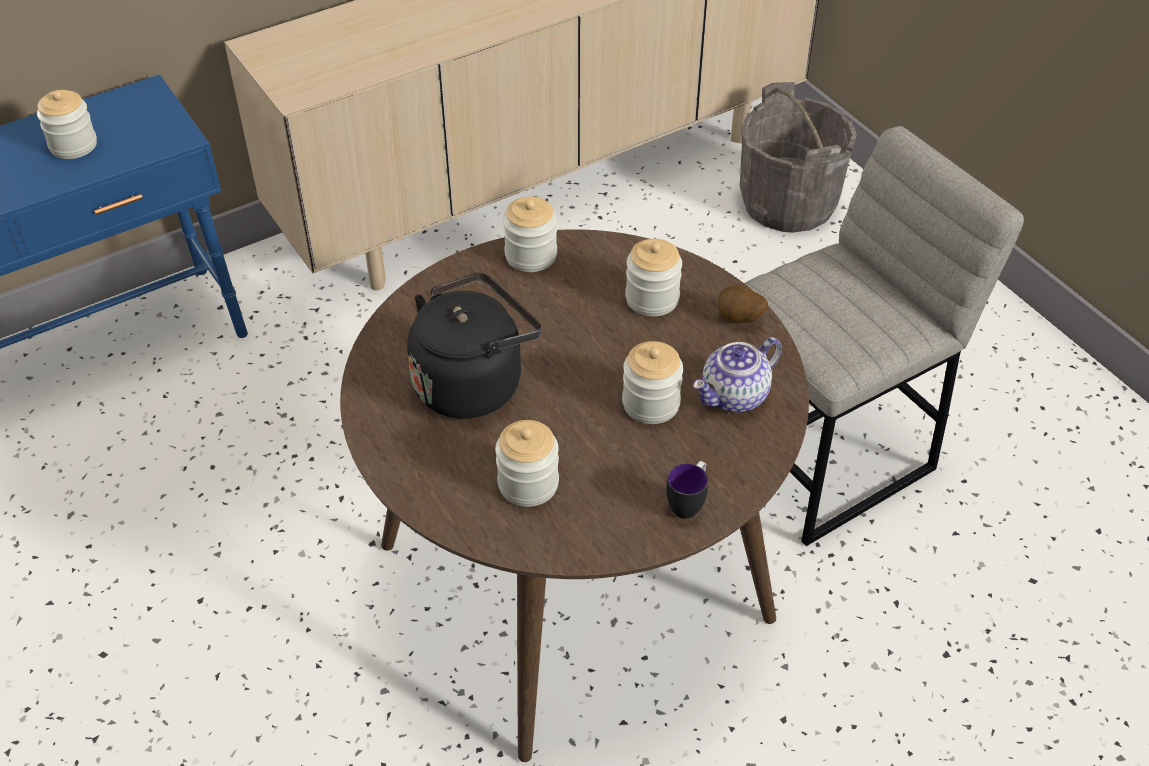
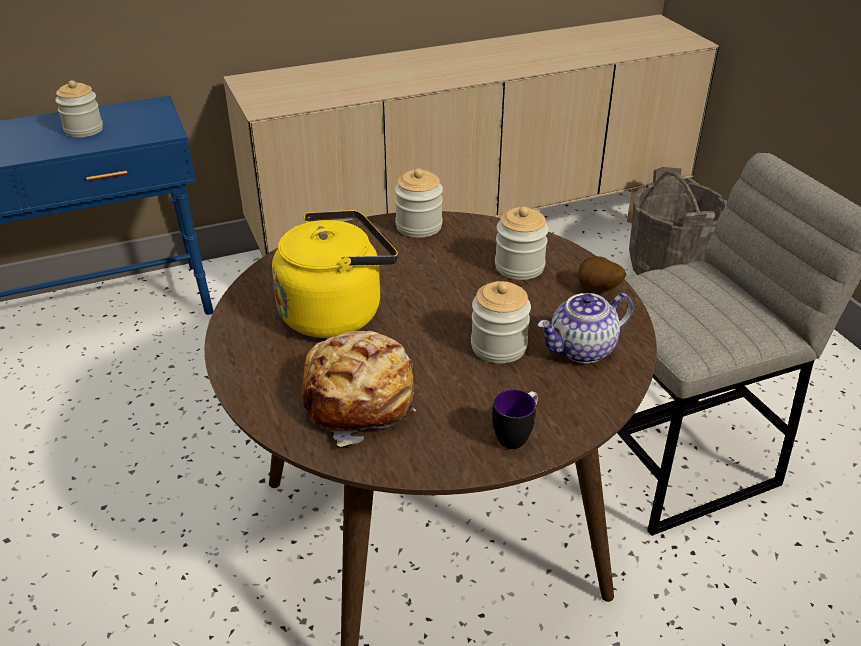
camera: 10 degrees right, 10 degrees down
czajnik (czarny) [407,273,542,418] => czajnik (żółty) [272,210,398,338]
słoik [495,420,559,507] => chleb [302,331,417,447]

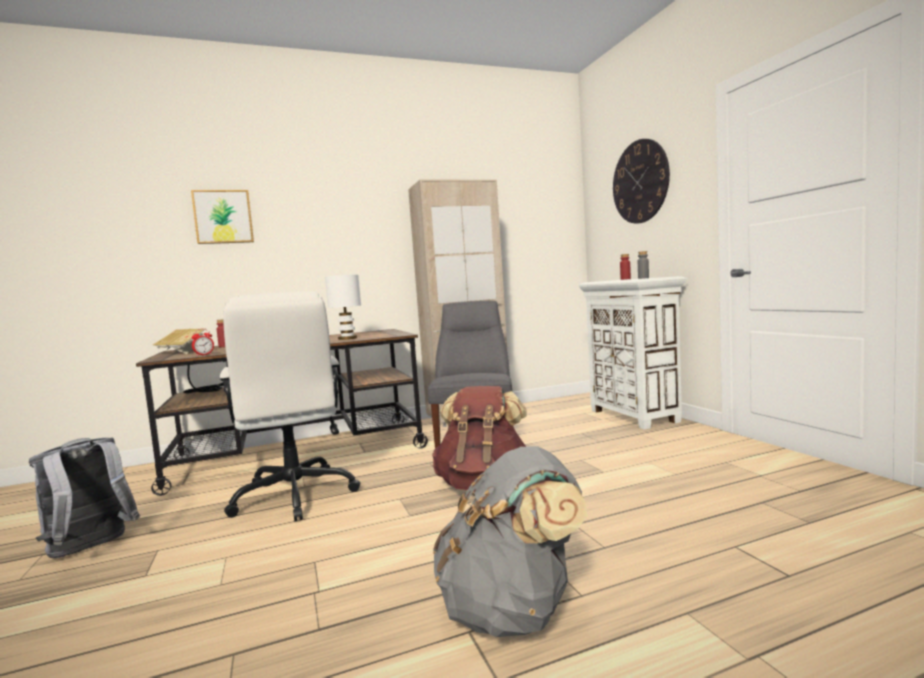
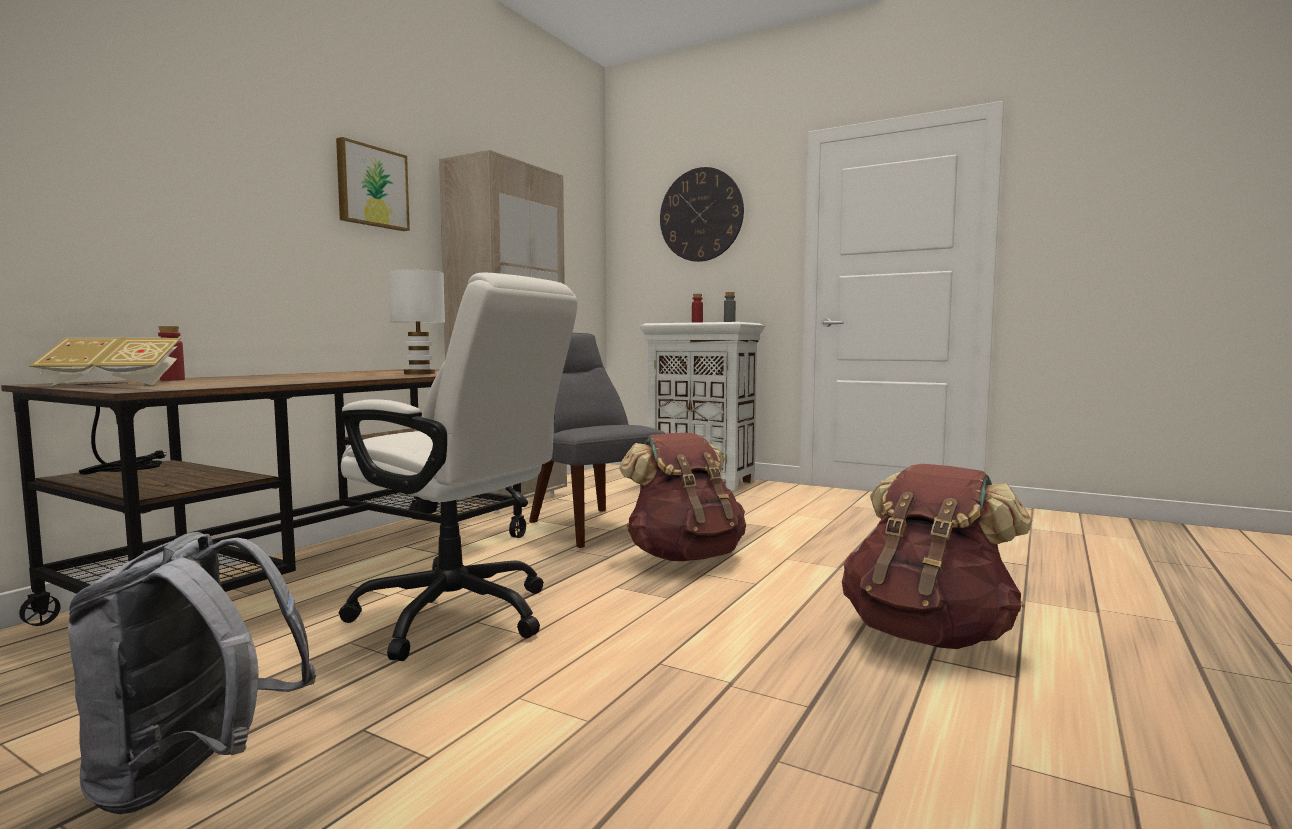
camera: 40 degrees left, 0 degrees up
obraz [191,190,254,244] => obraz [336,137,410,231], shifted
budzik [191,329,214,356] => nothing
plecak (szary) [433,446,588,637] => plecak (brązowy) [842,464,1032,649]

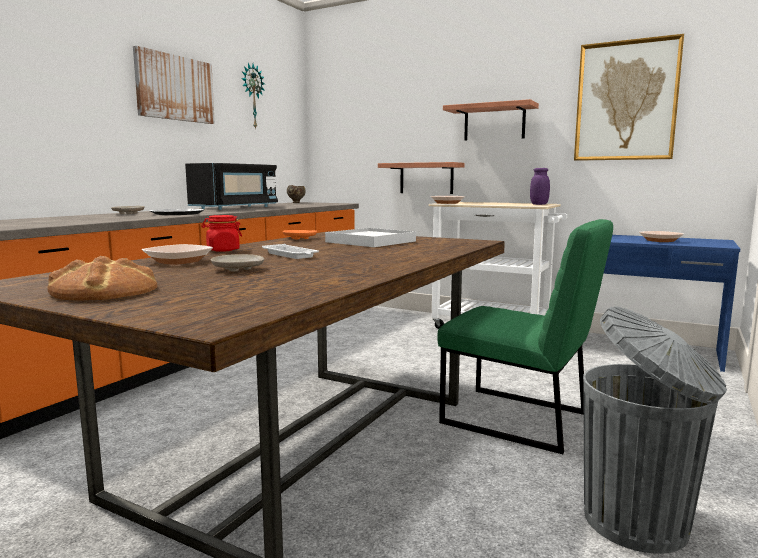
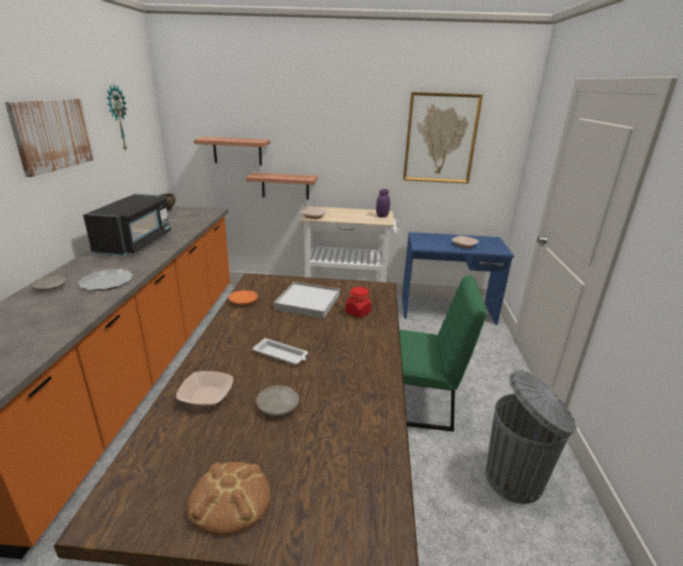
camera: 25 degrees left, 15 degrees up
słoik (czerwony) [201,215,242,252] => słoik (czerwony) [345,287,372,317], shifted
półka [443,99,539,141] => półka [194,137,270,165], shifted

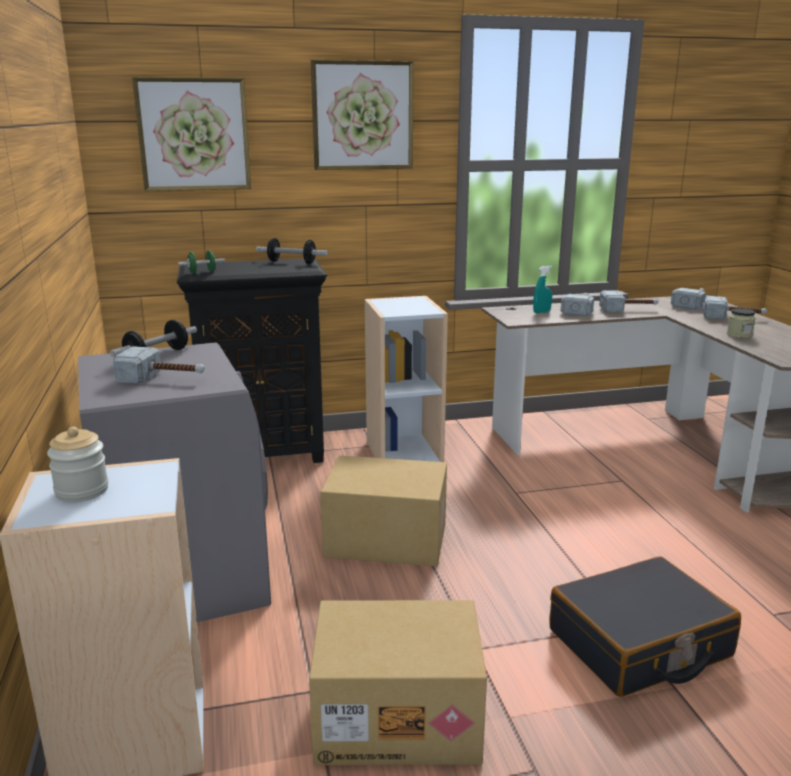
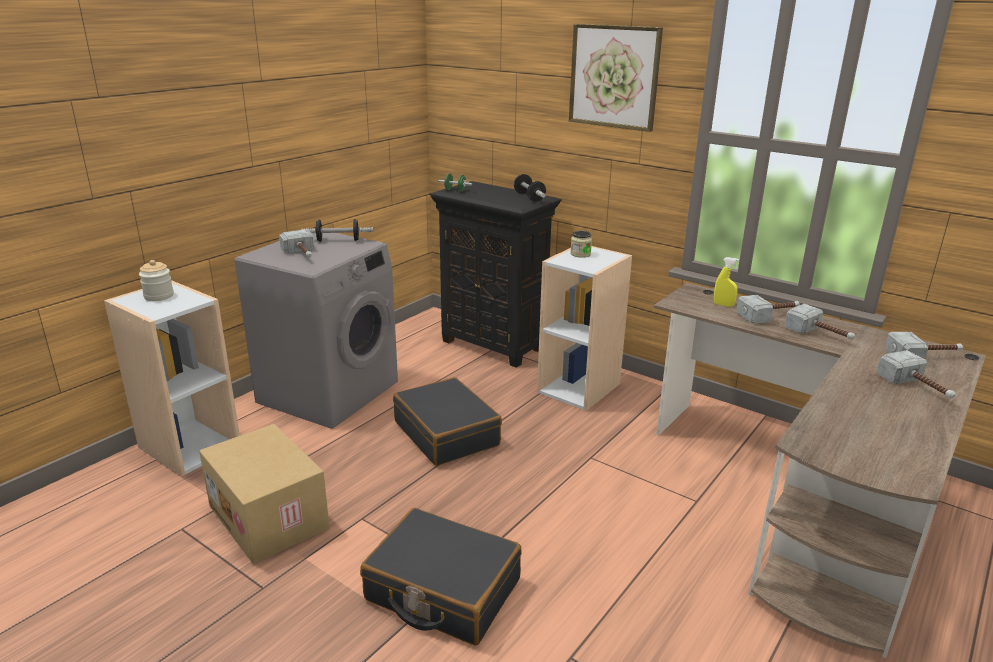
camera: 50 degrees right, 5 degrees up
obraz [132,77,251,191] => nothing
karton [320,455,447,567] => walizka (czarny) [393,377,502,466]
spryskiwacz (turkusowy) [533,266,552,313] => spryskiwacz (żółty) [714,257,740,307]
słoik [727,308,756,339] => słoik [570,231,592,258], shifted

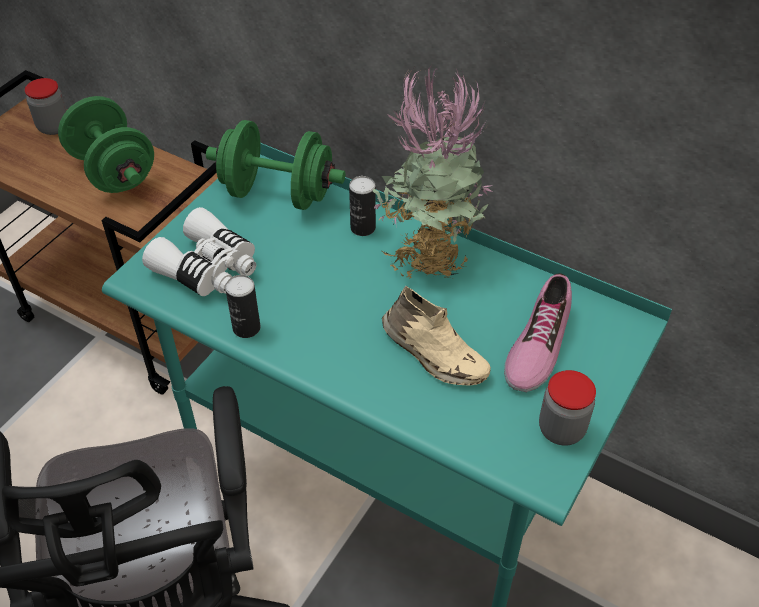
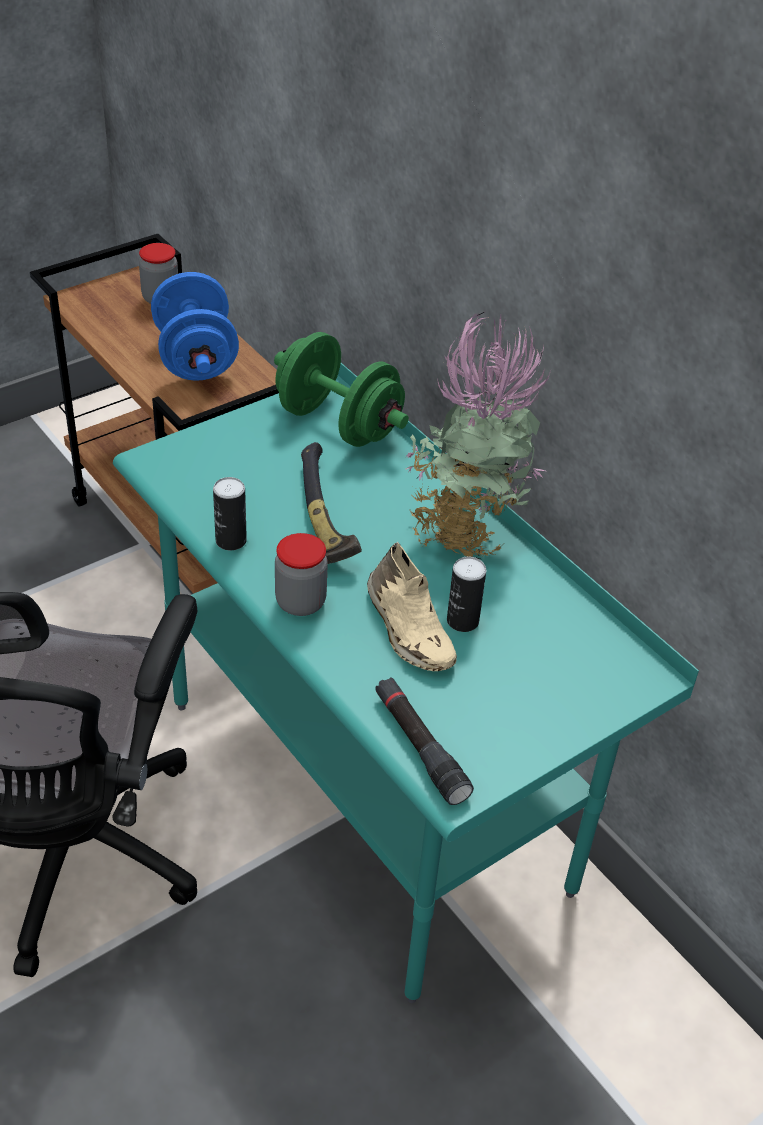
camera: 20 degrees right, 5 degrees down
hantel (zielony) [58,96,154,193] => hantel (niebieski) [151,272,239,381]
lornetka (biały) [142,207,256,296] => nothing
puszka [349,176,376,236] => puszka [447,556,487,632], shifted
but [504,273,572,392] => nothing
słoik [539,370,596,446] => słoik [275,533,328,616], shifted
nothing => młotek [301,442,362,564]
nothing => latarka (czarny) [375,677,474,805]

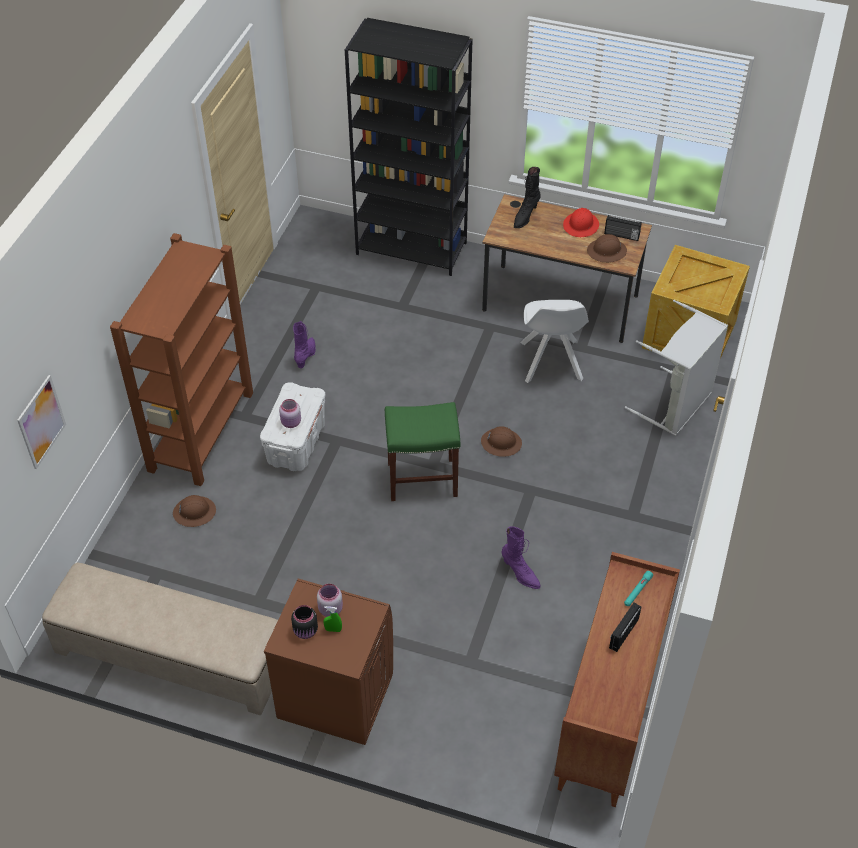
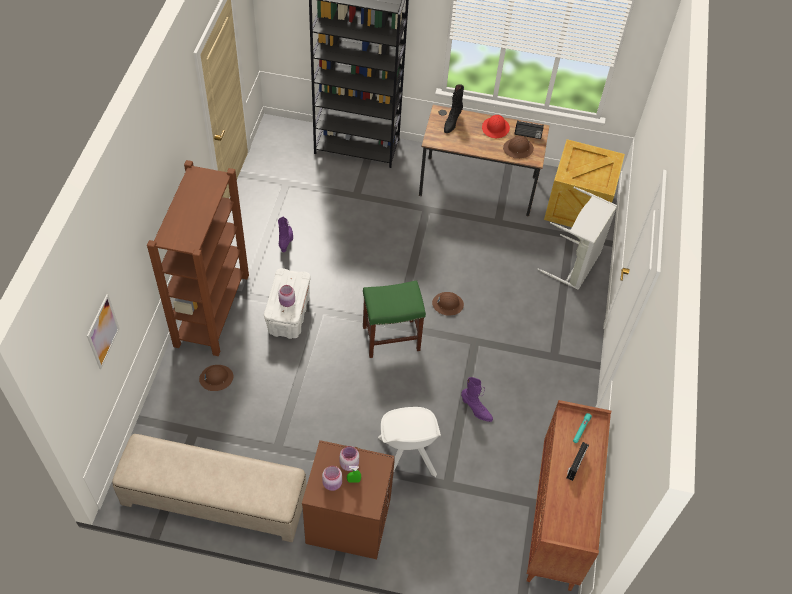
camera: 10 degrees left, 5 degrees up
słoik (czarny) [291,605,318,639] => słoik (różowy) [322,466,342,491]
krzesło (biały) [521,300,589,383] => krzesło (biały) [378,407,441,477], shifted

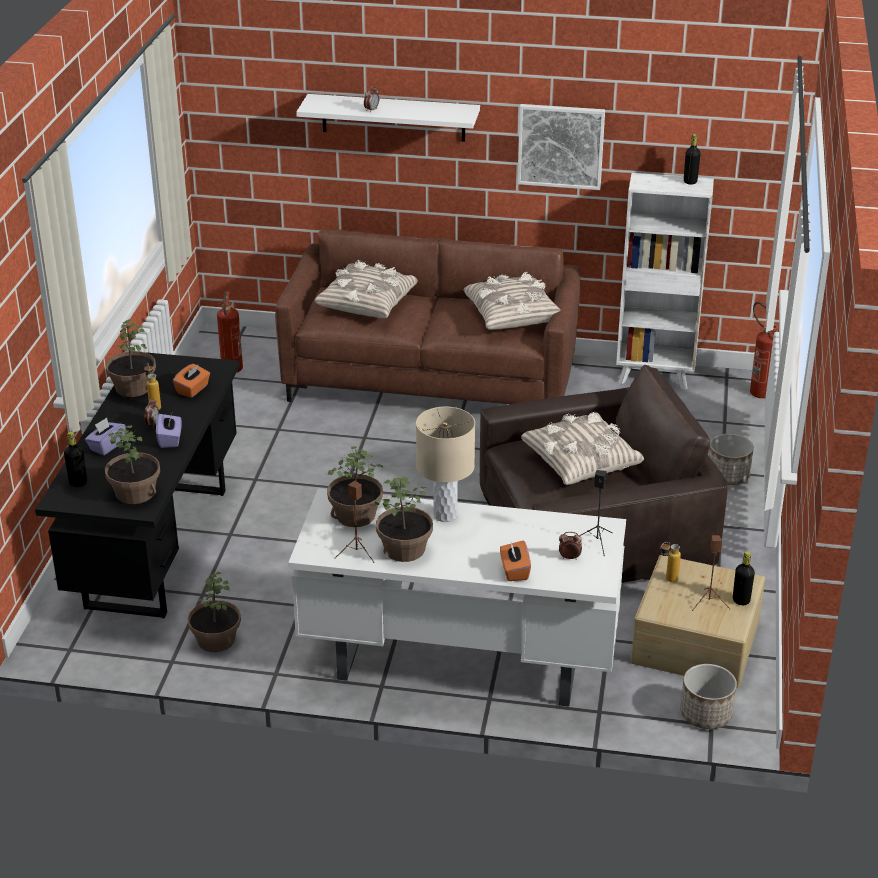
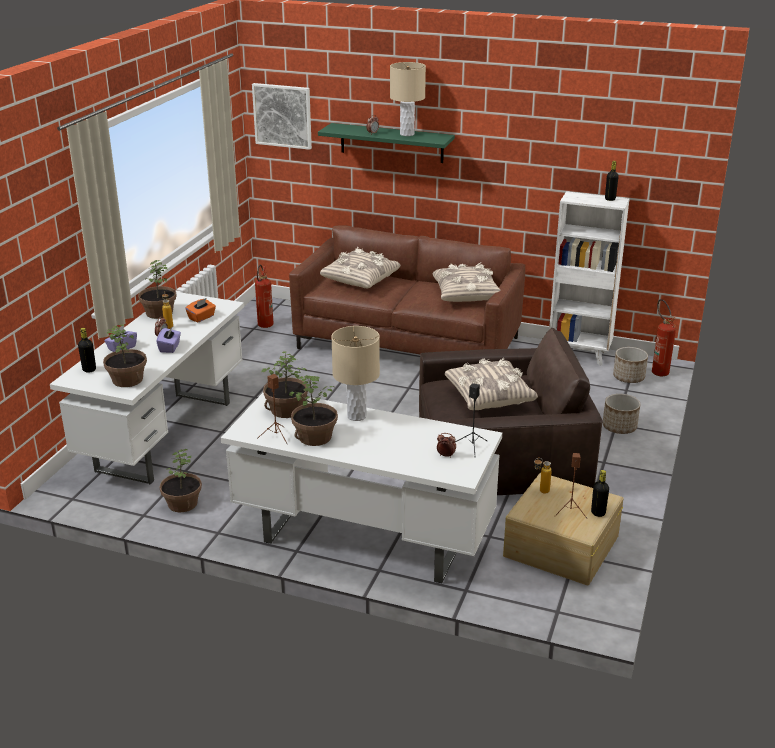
camera: 10 degrees right, 5 degrees down
biurko (czarny) [35,352,240,618] => biurko (biały) [50,292,244,484]
półka (biały) [296,94,480,142] => półka (zielony) [318,123,455,163]
pudełko chusteczek (pomarańczowy) [500,540,531,581] => nothing
obraz [517,104,605,190] => obraz [252,83,312,150], shifted
donica [680,664,737,729] => donica [613,347,648,383], shifted
nothing => lampa stołowa (beżowy) [390,62,426,136]

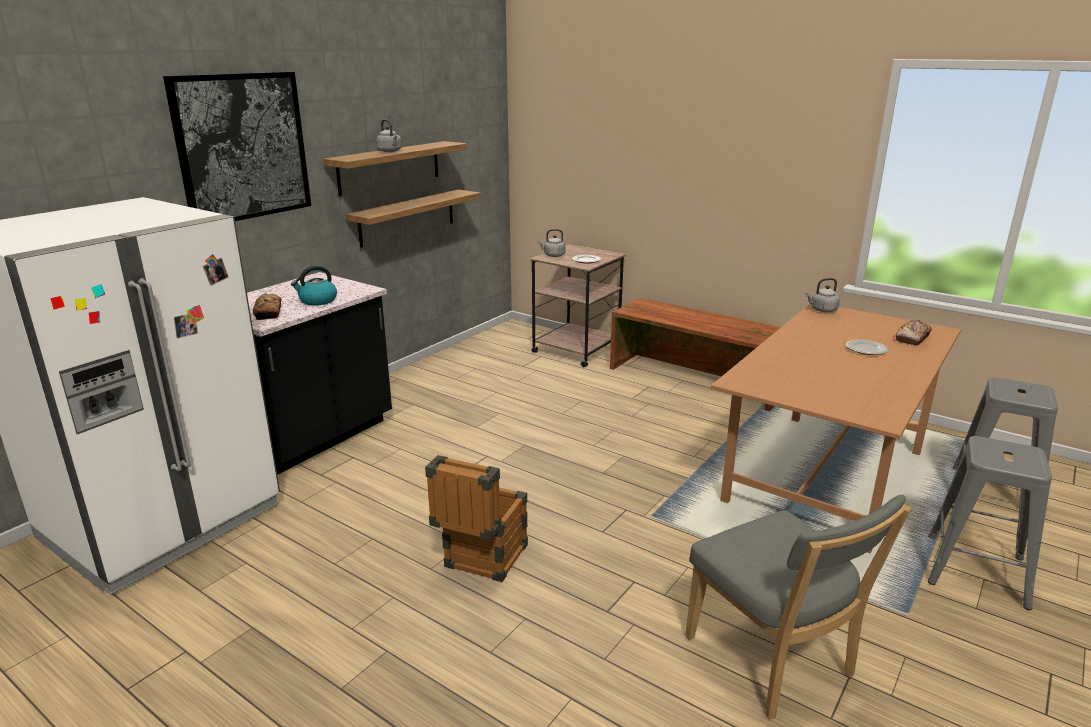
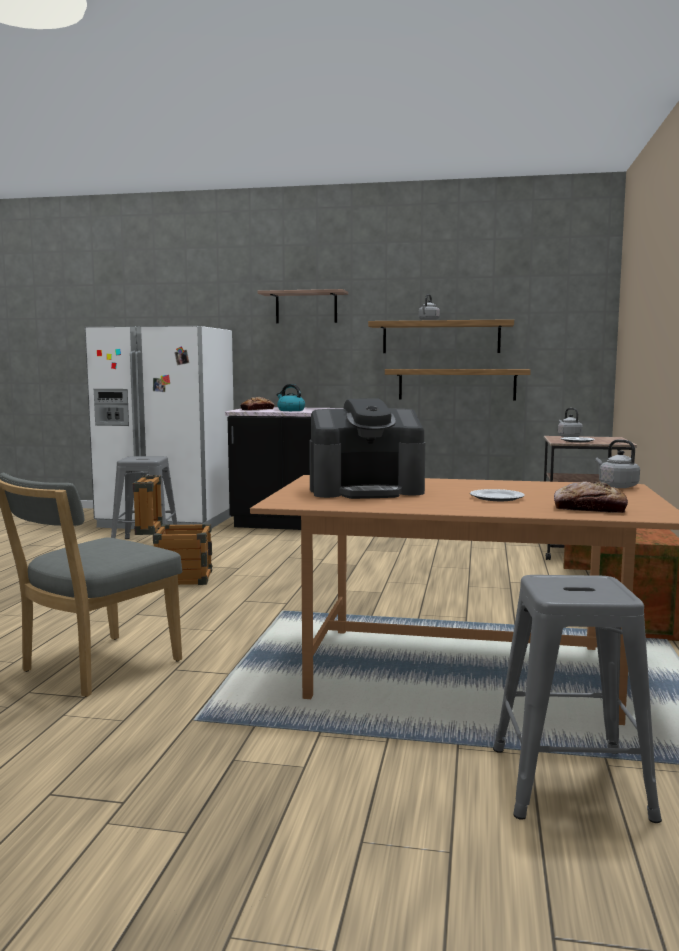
camera: 65 degrees right, 15 degrees down
obraz [163,72,311,221] => półka [257,289,348,323]
stołek (szary) [928,436,1052,610] => stołek (szary) [111,456,178,539], shifted
nothing => ekspres do kawy [309,398,425,499]

